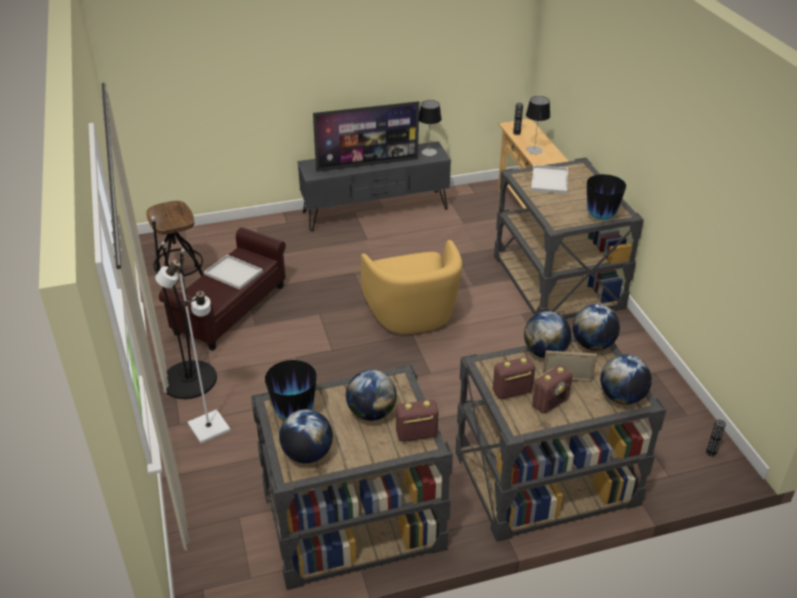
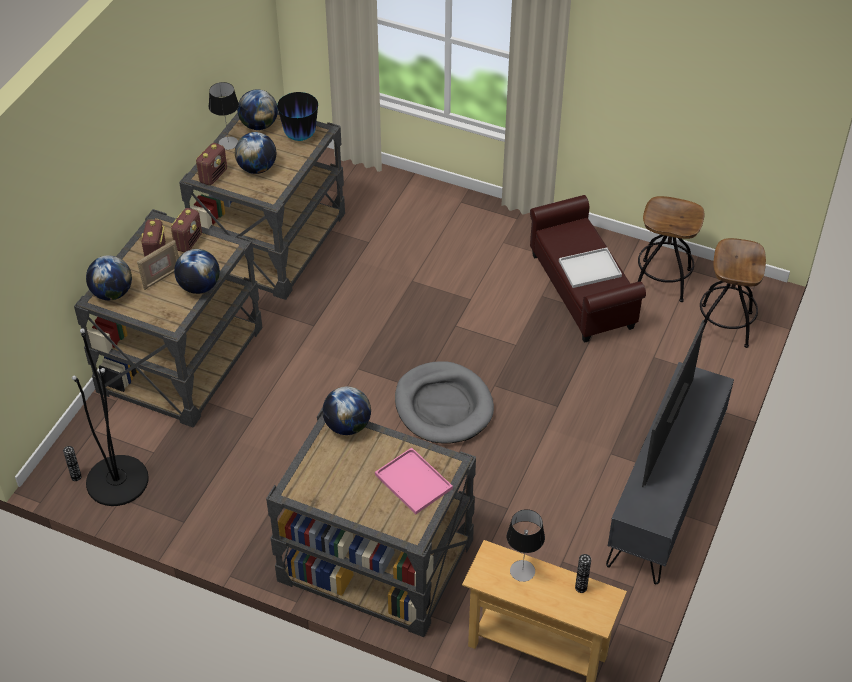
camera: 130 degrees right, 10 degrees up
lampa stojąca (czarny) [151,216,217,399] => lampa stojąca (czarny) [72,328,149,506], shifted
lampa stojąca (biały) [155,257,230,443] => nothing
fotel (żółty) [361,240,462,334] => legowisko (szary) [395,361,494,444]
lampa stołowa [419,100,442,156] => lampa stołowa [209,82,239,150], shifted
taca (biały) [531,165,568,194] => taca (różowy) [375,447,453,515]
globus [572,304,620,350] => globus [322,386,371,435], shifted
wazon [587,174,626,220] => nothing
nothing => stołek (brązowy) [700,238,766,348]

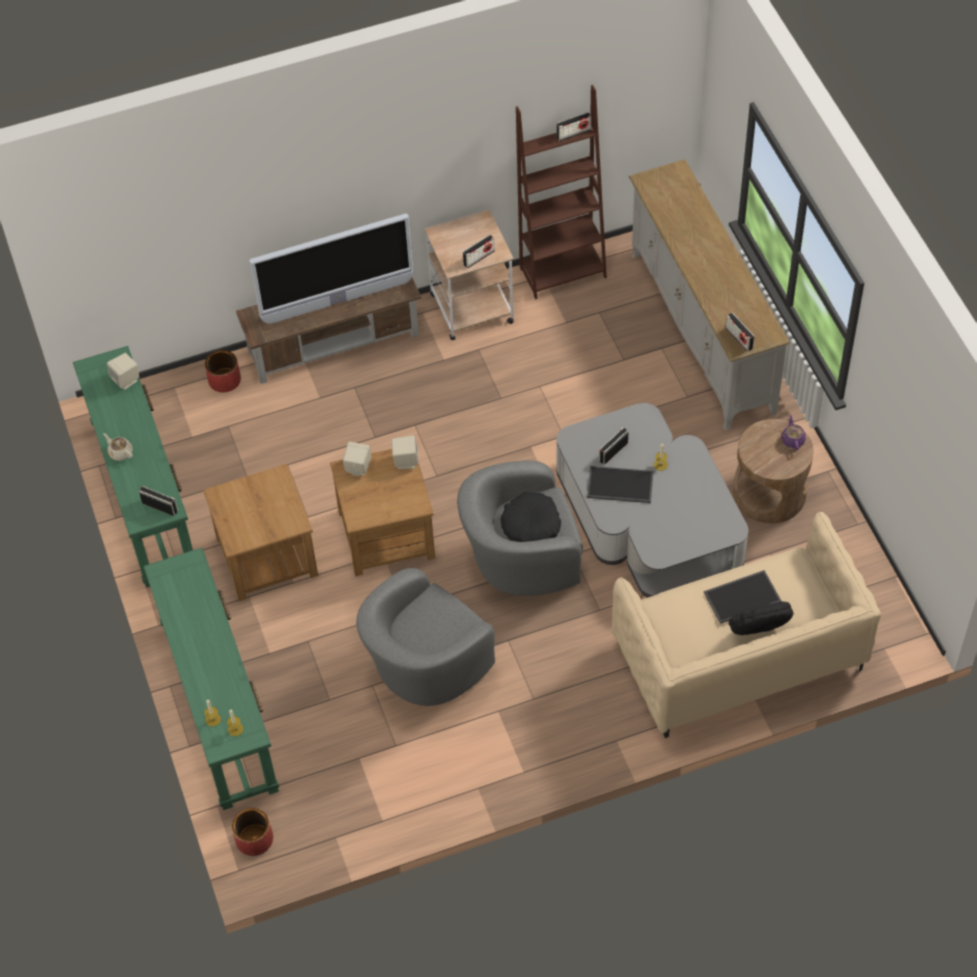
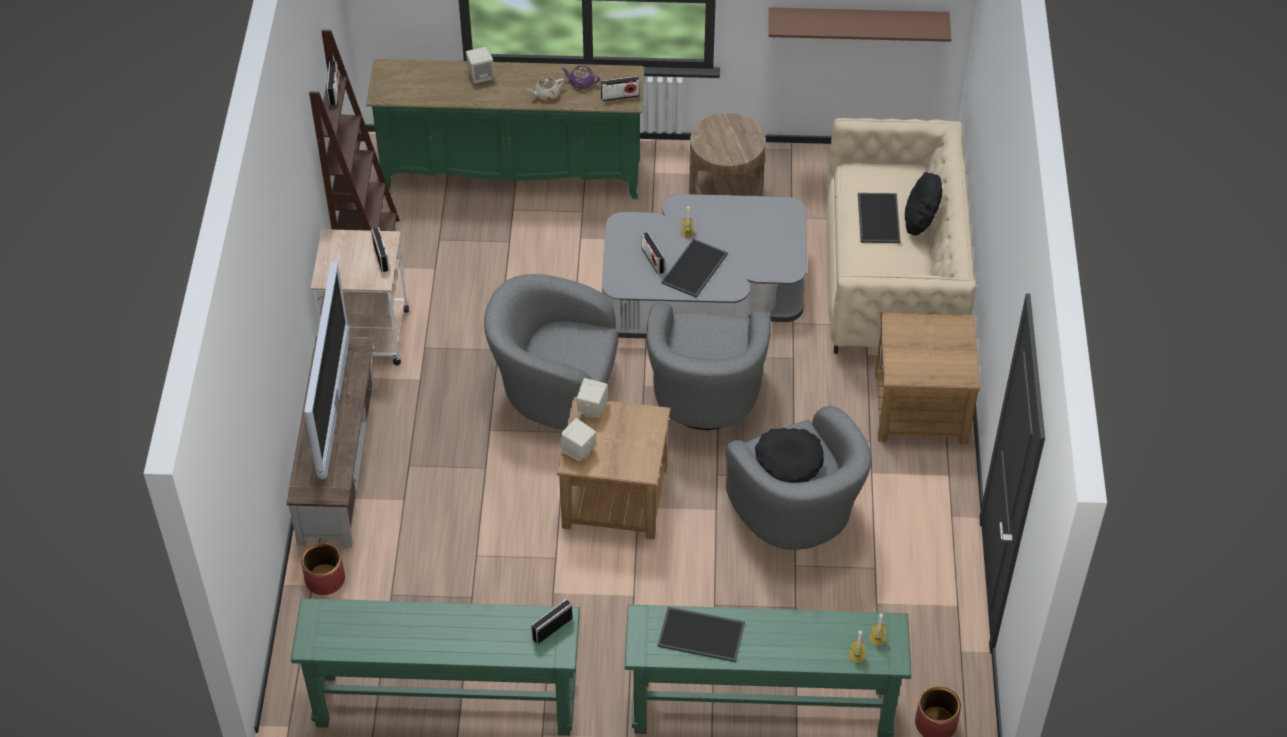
camera: 70 degrees left, 5 degrees down
imbryk (beżowy) [103,433,133,461] => imbryk (beżowy) [527,77,564,101], shifted
głośnik (beżowy) [107,353,139,390] => głośnik (beżowy) [466,47,495,84], shifted
stolik (brązowy) [203,464,318,601] => stolik (brązowy) [875,312,980,444], shifted
poduszka (czarny) [501,492,561,542] => poduszka (czarny) [755,428,824,483], shifted
szafka (szary) [629,159,790,430] => szafka (zielony) [366,59,645,199]
imbryk (fioletowy) [781,415,806,450] => imbryk (fioletowy) [561,66,600,89], shifted
nothing => fotel (szary) [484,274,618,430]
nothing => taca [658,607,745,662]
nothing => półka (brązowy) [769,7,951,42]

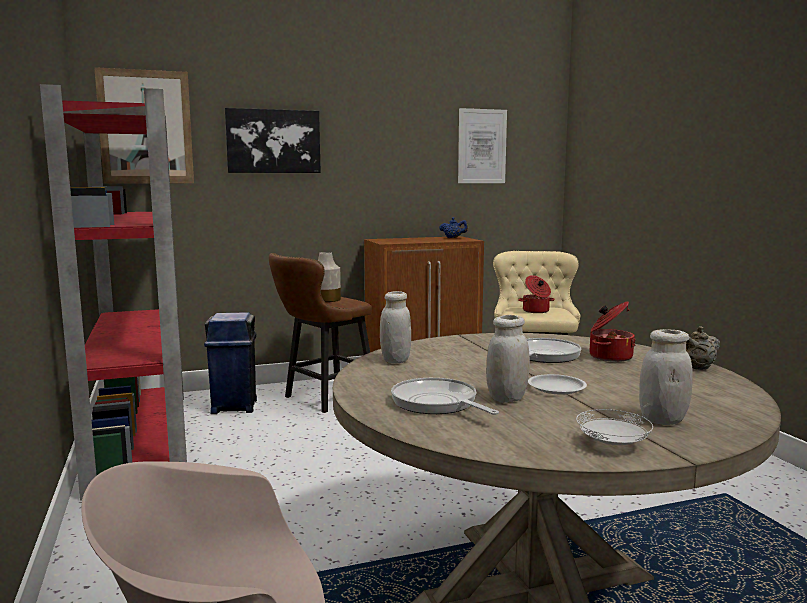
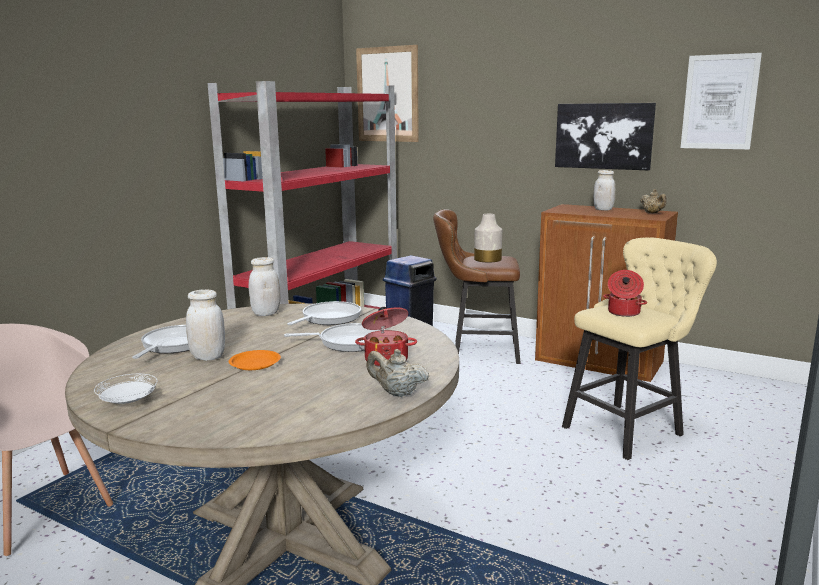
camera: 50 degrees right, 5 degrees up
obraz [225,108,321,173] => obraz [555,103,656,170], shifted
imbryk (niebieski) [439,217,468,238] => imbryk (beżowy) [640,189,667,213]
talerz (biały) [528,374,587,395] => talerz (pomarańczowy) [229,350,281,370]
słoik (biały) [639,329,693,425] => słoik (biały) [594,170,615,210], shifted
nothing => patelnia [287,301,361,325]

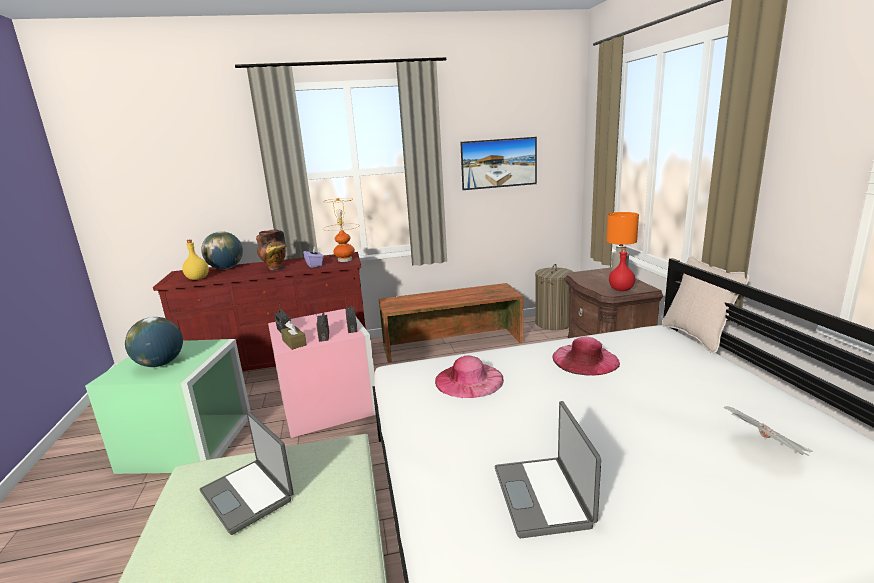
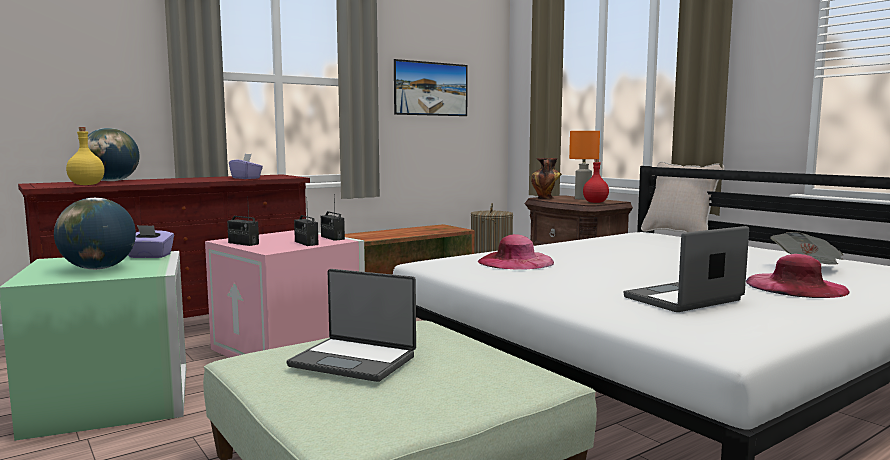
camera: 25 degrees left, 10 degrees down
wazon [256,230,287,271] => wazon [531,158,562,199], shifted
pudełko chusteczek (brązowy) [281,321,307,350] => nothing
lampa stołowa [323,198,360,262] => nothing
laptop [495,401,601,538] => laptop [623,226,749,312], 90 degrees clockwise
kapelusz (różowy) [552,337,620,376] => kapelusz (różowy) [746,254,849,298], shifted
nothing => pudełko chusteczek (fioletowy) [128,225,174,258]

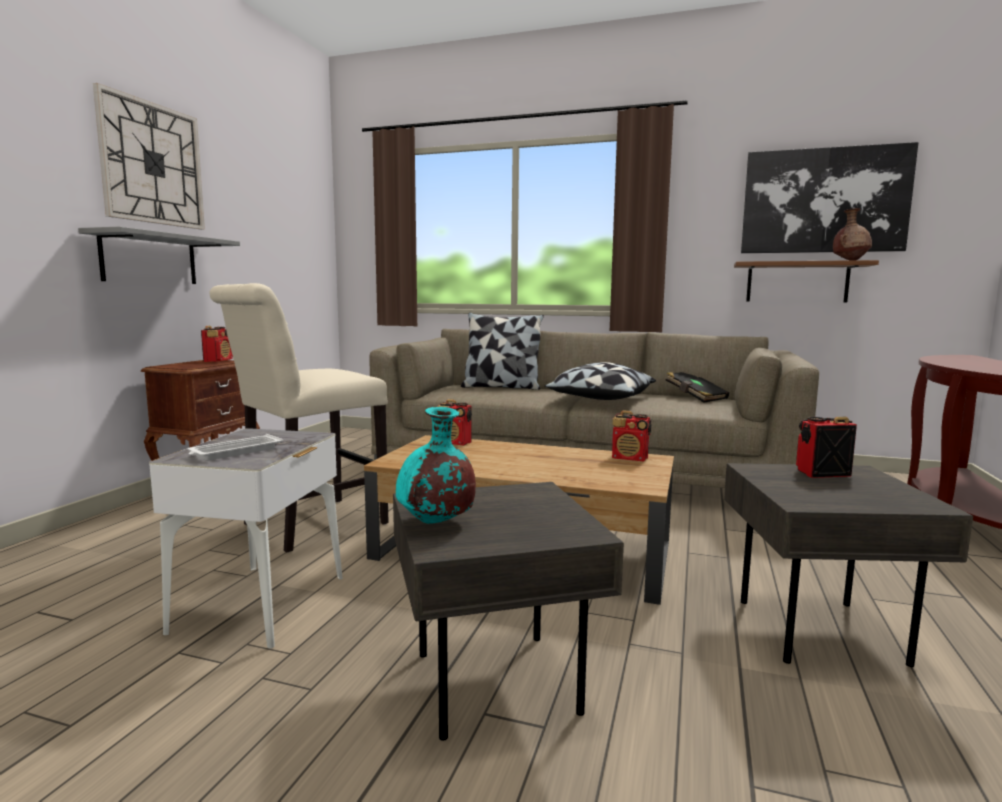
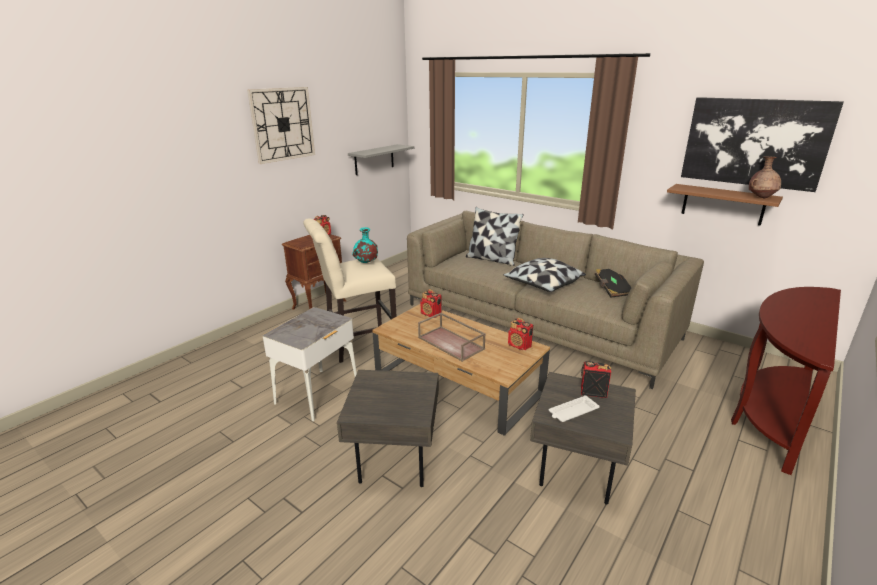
camera: 20 degrees right, 15 degrees up
półka (szary) [78,226,240,284] => półka (szary) [348,144,415,175], shifted
taca (biały) [188,434,283,460] => taca (biały) [549,395,600,422], shifted
wazon (turkusowy) [396,407,476,524] => wazon (turkusowy) [352,227,378,263], shifted
nothing => taca (brązowy) [418,313,486,362]

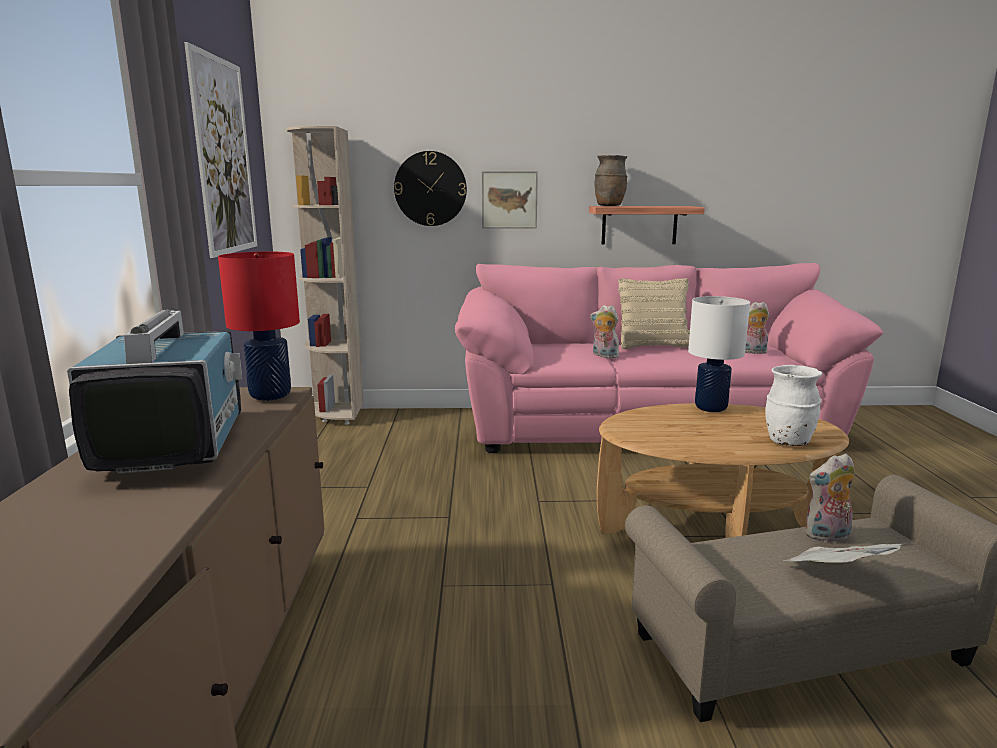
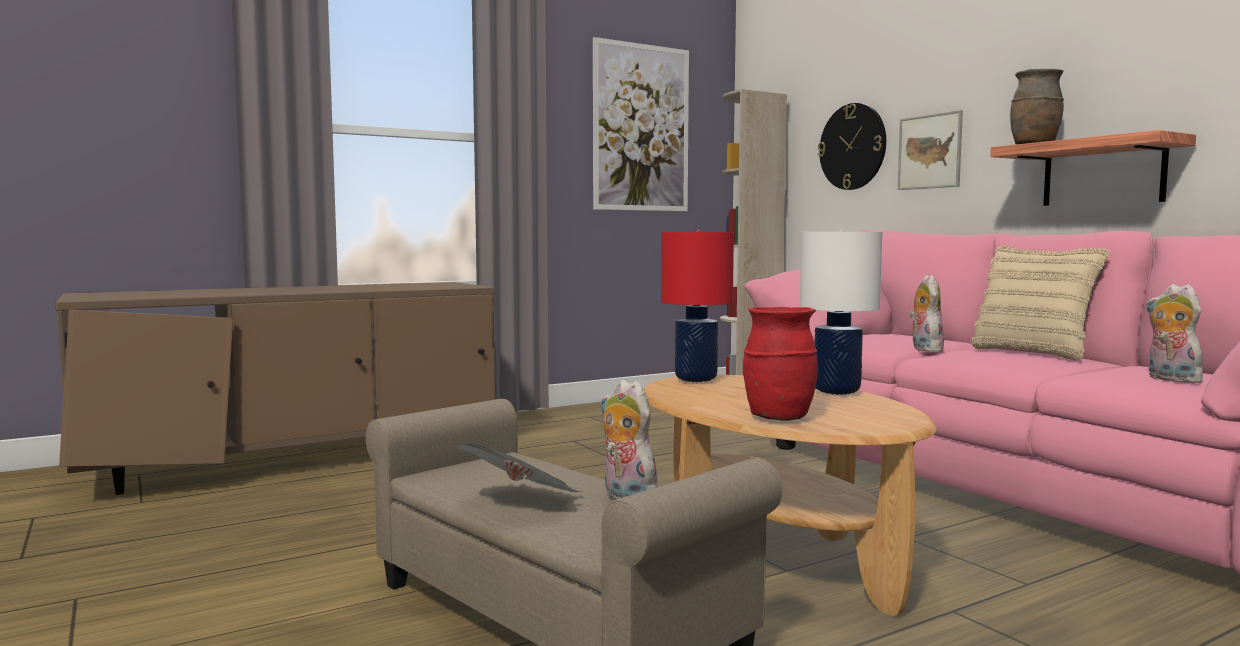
camera: 60 degrees right, 10 degrees down
telewizor [67,310,243,474] => nothing
lampa stołowa (czerwony) [218,251,300,401] => lampa stołowa (czerwony) [661,230,734,382], shifted
wazon (biały) [765,365,822,446] => wazon (czerwony) [743,307,818,421]

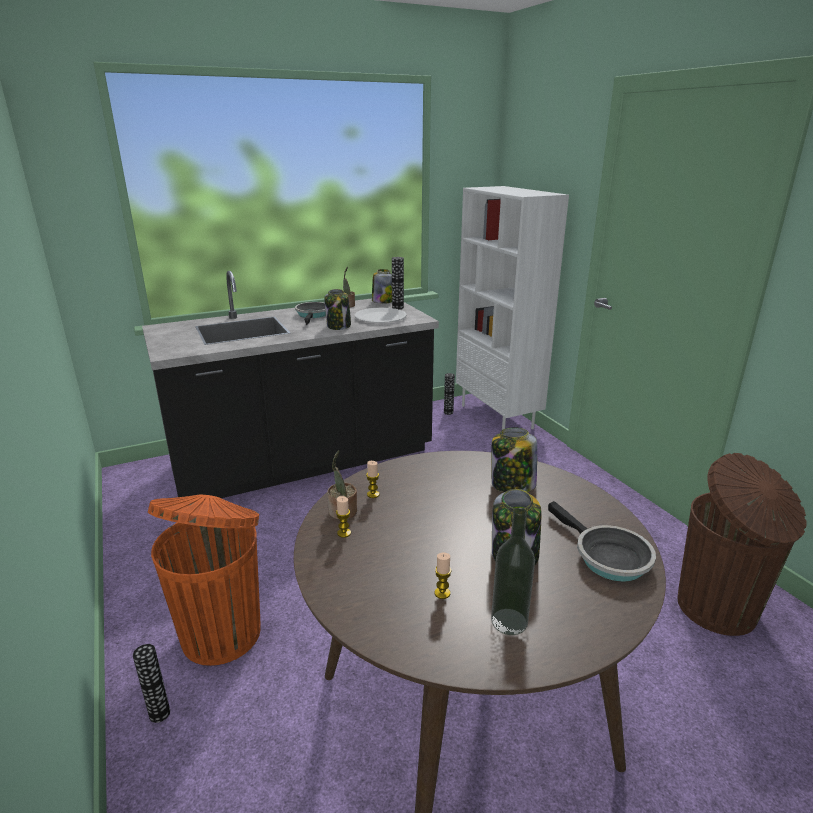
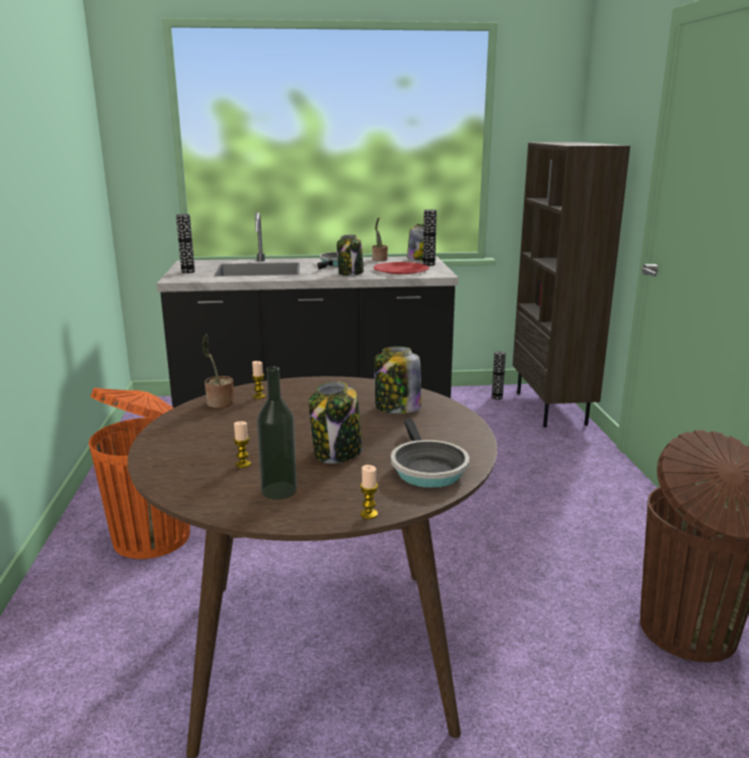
camera: 20 degrees right, 5 degrees down
wazon [133,644,170,723] => wazon [176,214,195,273], shifted
świeca [336,496,351,538] => świeca [360,465,378,519], shifted
talerz (biały) [355,307,407,323] => talerz (czerwony) [373,262,429,274]
regał (biały) [456,186,569,430] => regał (brązowy) [513,142,630,427]

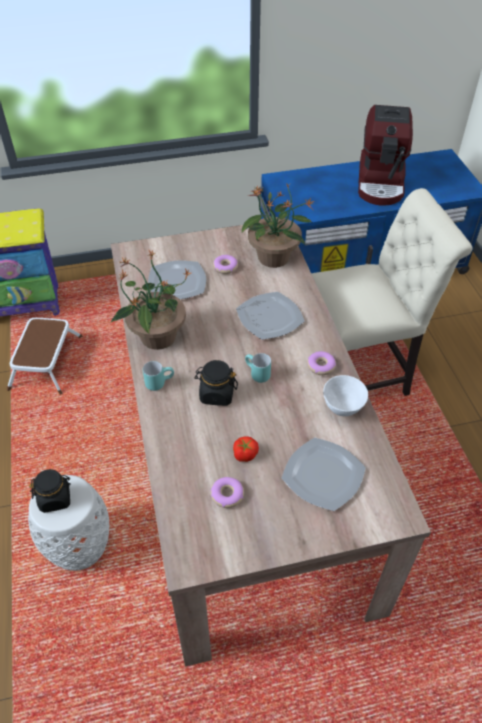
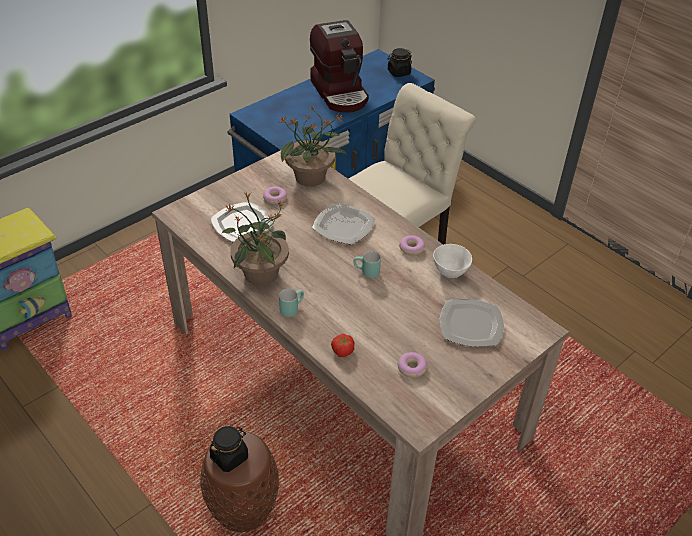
camera: 30 degrees left, 5 degrees down
drabinka (brązowy) [7,318,83,395] => nothing
stołek (biały) [28,475,110,571] => stołek (brązowy) [200,431,279,532]
słoik (czarny) [194,360,238,406] => słoik (czarny) [387,48,412,77], shifted
pomidor [233,436,259,462] => pomidor [331,334,355,357], shifted

